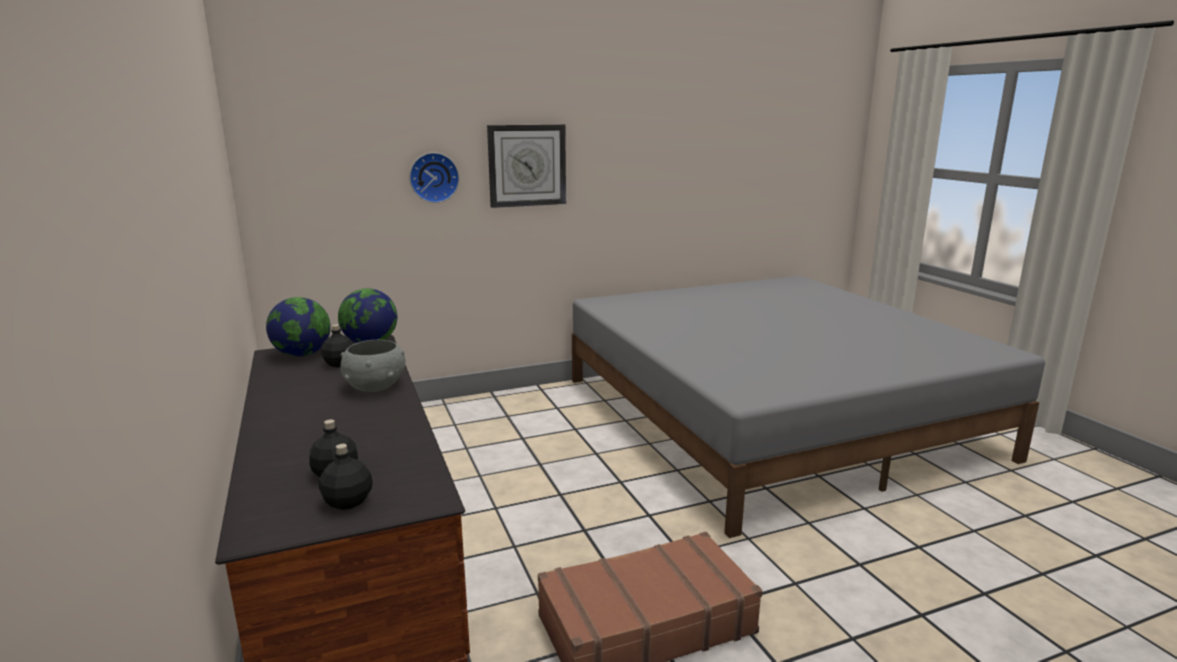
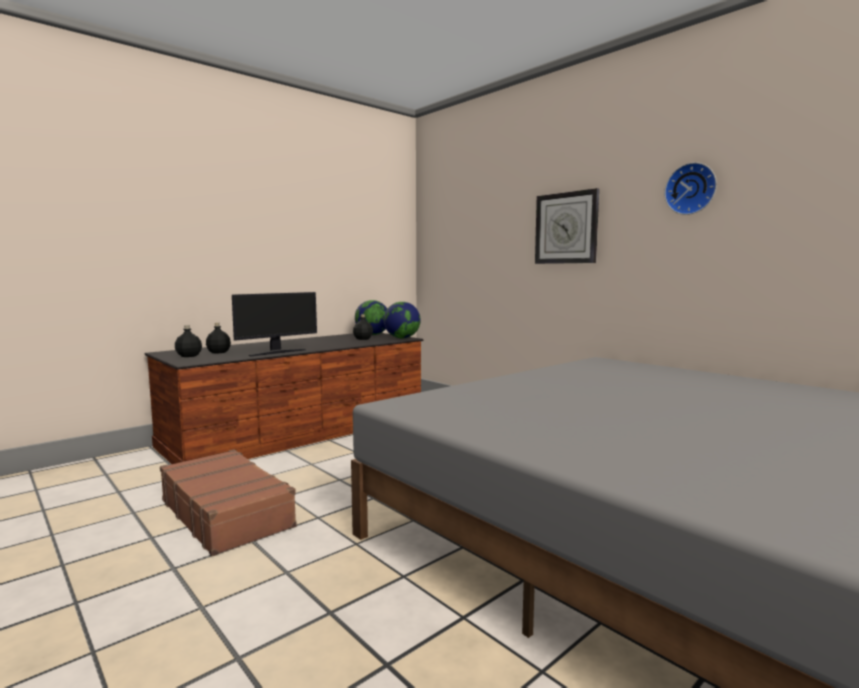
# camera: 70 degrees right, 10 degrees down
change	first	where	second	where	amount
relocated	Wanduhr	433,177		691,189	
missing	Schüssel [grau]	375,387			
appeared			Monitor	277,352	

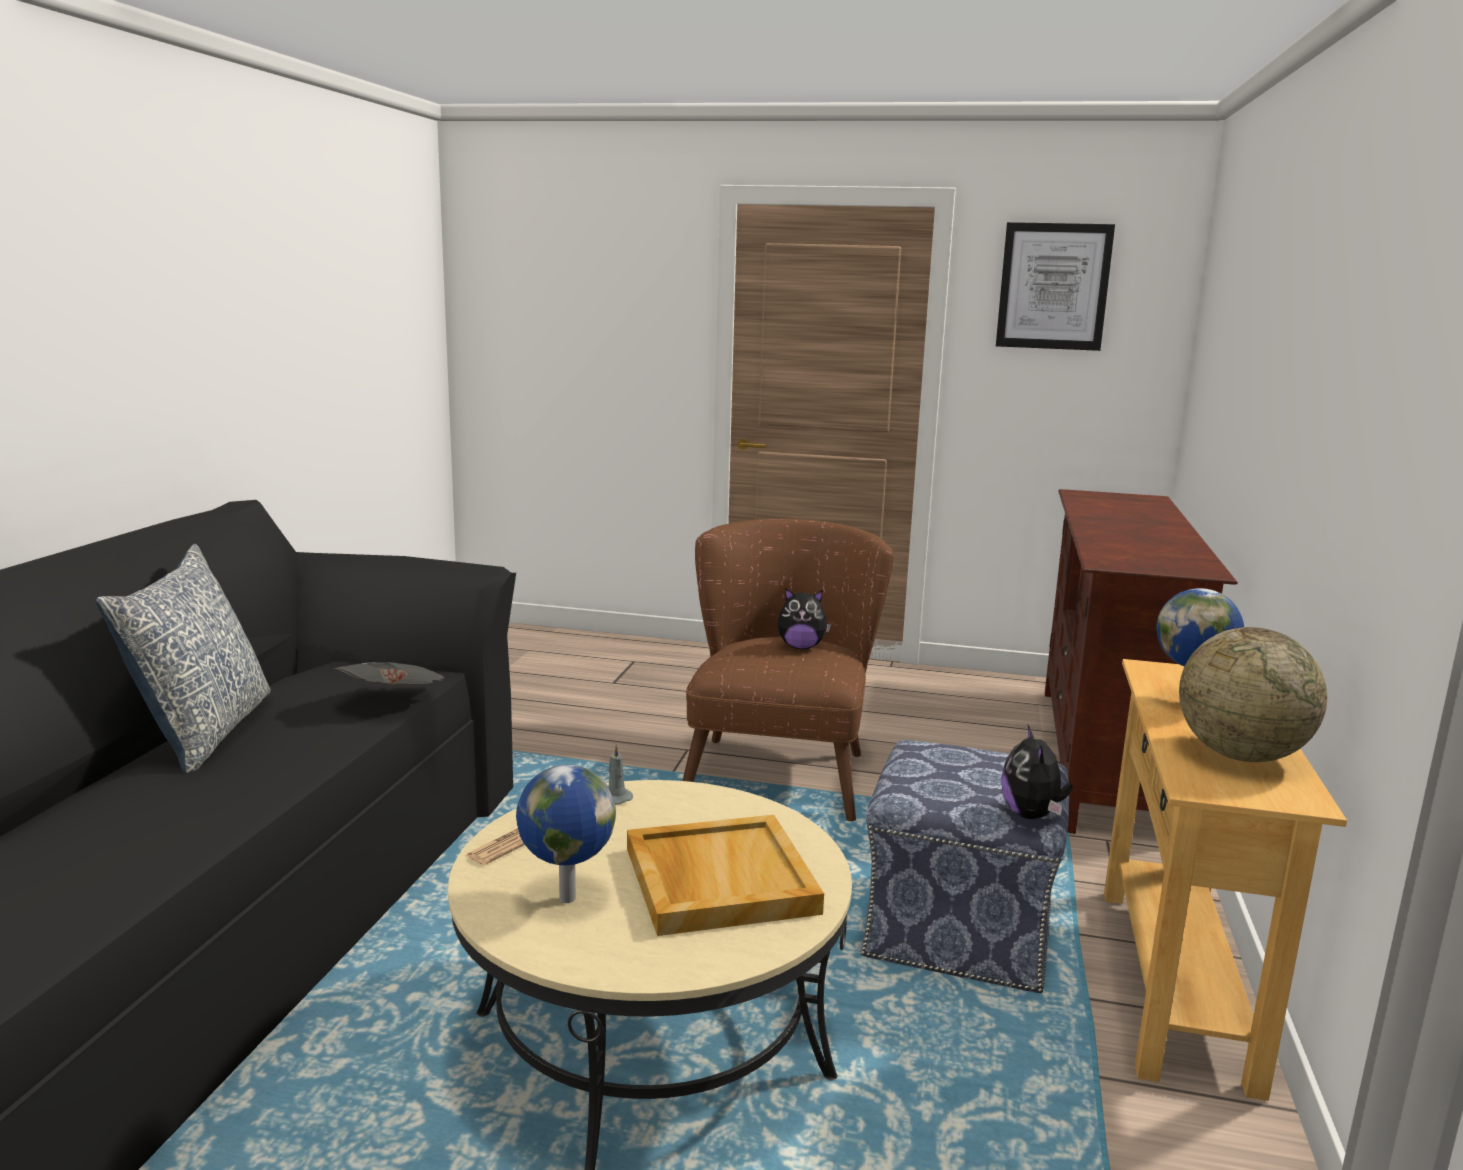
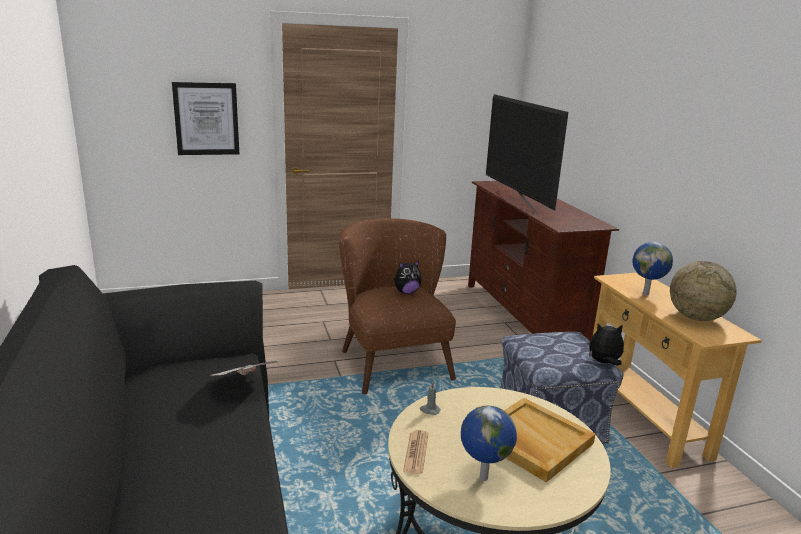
# camera: 30 degrees left, 5 degrees up
change	first	where	second	where	amount
relocated	Bild	1053,286		206,119	
missing	Kissen	203,732			
spun	Plüschtier	1032,815		604,363	120 degrees clockwise
appeared			Fernseher	517,202	

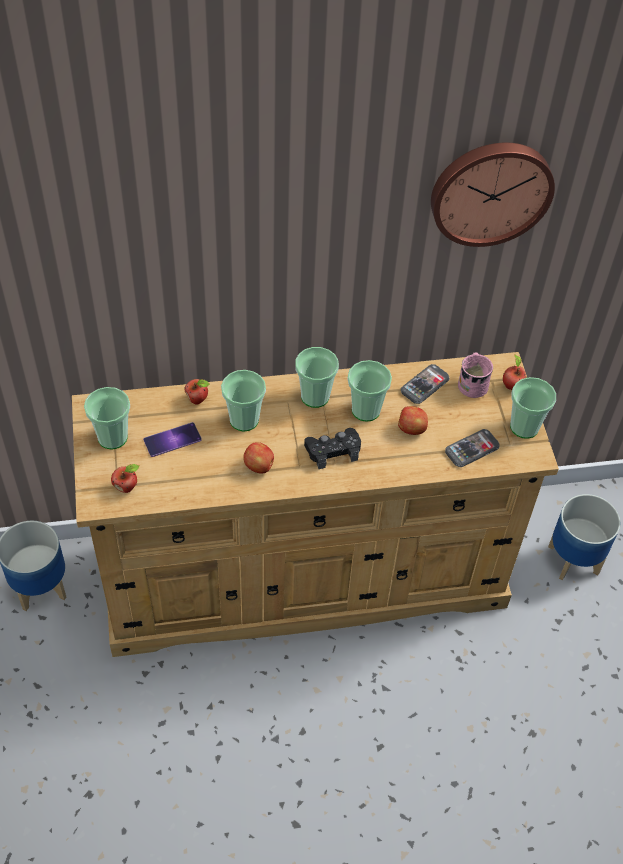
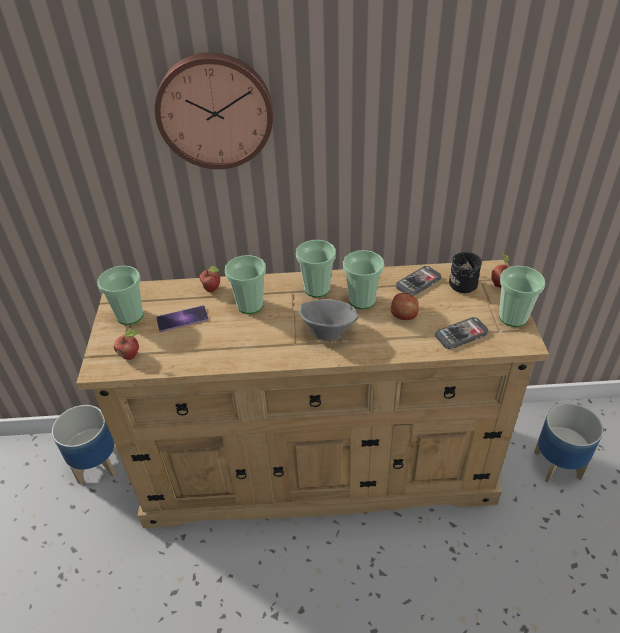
# camera: 10 degrees right, 10 degrees down
change	first	where	second	where	amount
relocated	Wanduhr	490,191		215,110	
colour	Henkelbecher [rosa]	473,383	Henkelbecher [schwarz]	463,282	
exchanged	Gamepad [schwarz]	333,451	Schüssel [grau]	327,332	
missing	Apfel	259,466			

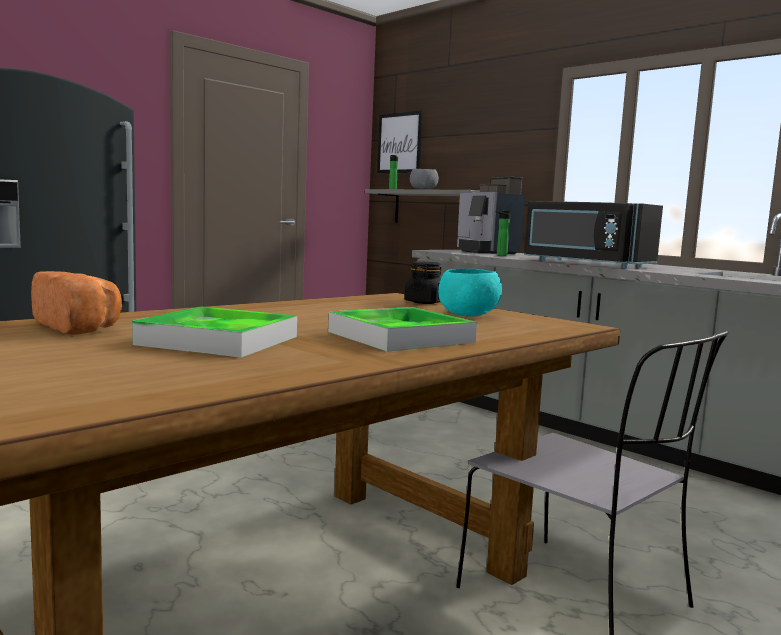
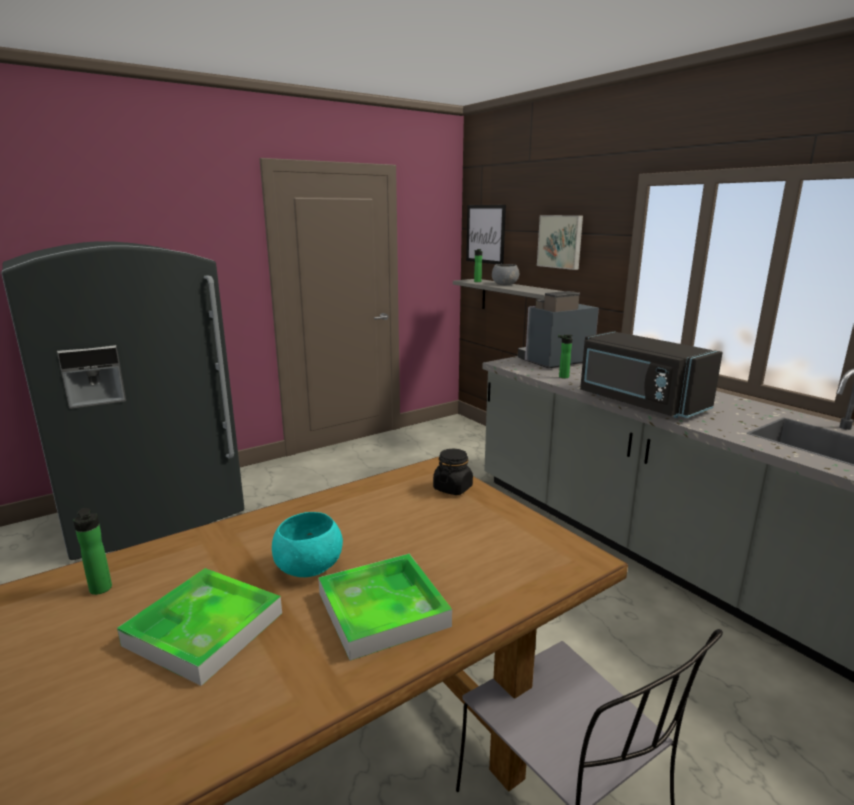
# camera: 10 degrees right, 10 degrees up
change	first	where	second	where	amount
spun	Kaffeemaschine	485,252		554,361	75 degrees clockwise
relocated	Schüssel [türkis]	466,315		308,567	
exchanged	Brot	80,327	Flasche	101,590	
appeared			Bild	560,241	

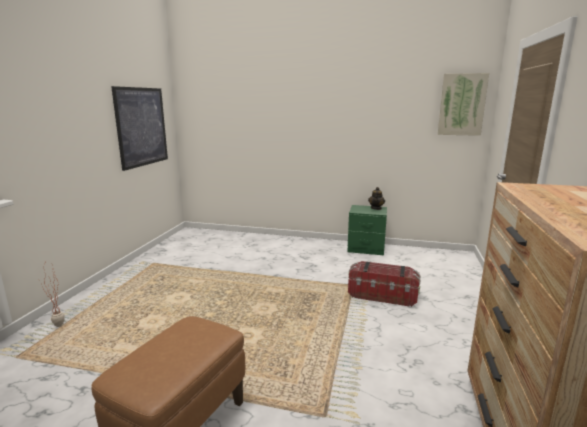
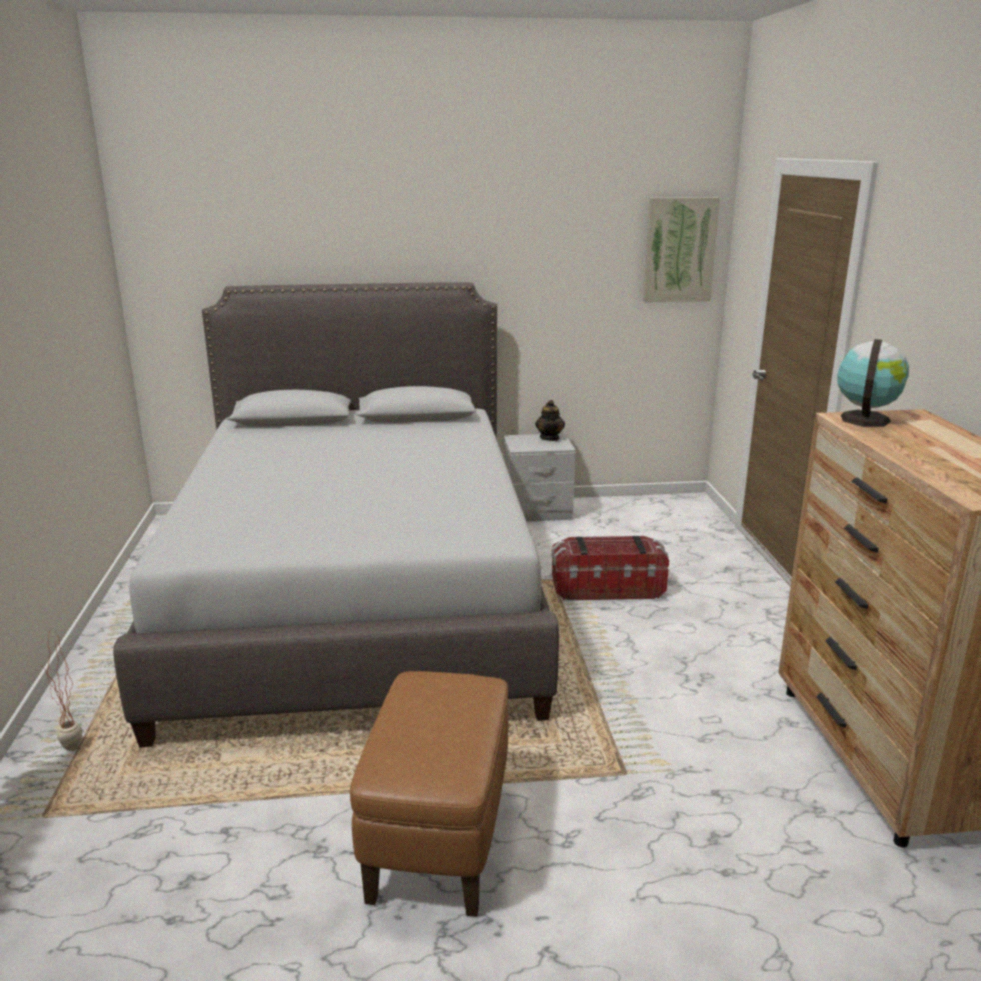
# camera: 20 degrees left, 5 degrees up
change	first	where	second	where	amount
missing	Bild	142,127			
colour	Nachttisch [grün]	366,248	Nachttisch [grau]	537,511	
appeared			Bett [grau]	358,596	
appeared			Globus	864,419	

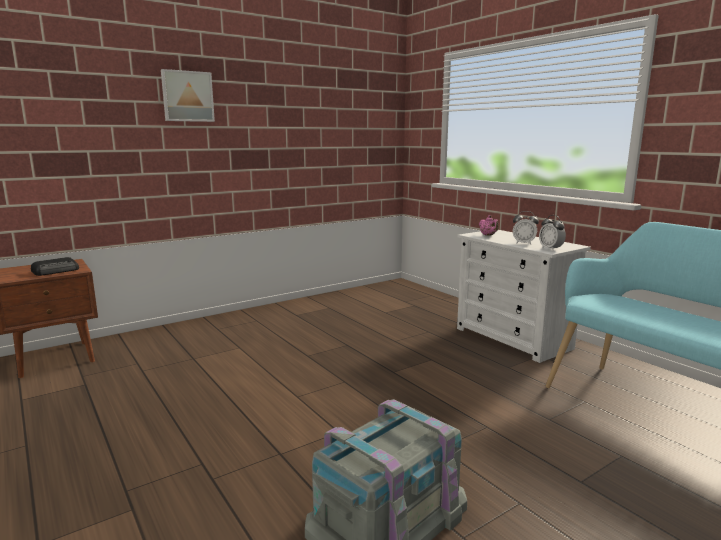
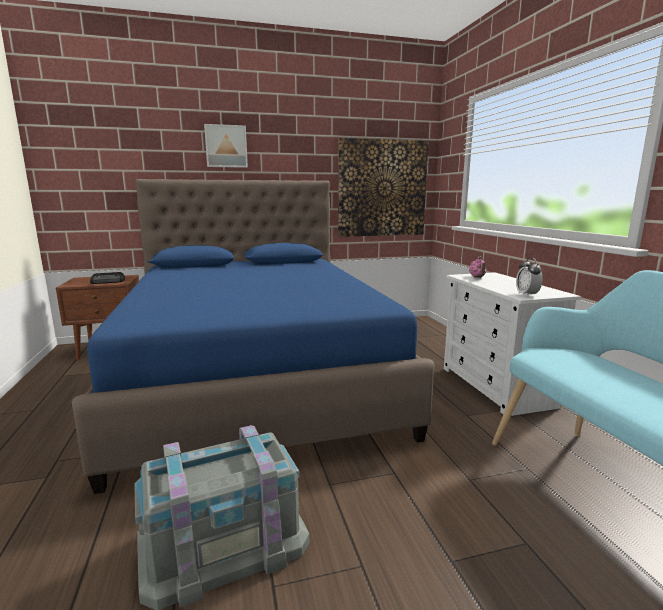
# camera: 20 degrees right, 0 degrees up
change	first	where	second	where	amount
missing	Wecker	523,243			
appeared			Bild	382,188	
appeared			Bett [blau]	256,376	

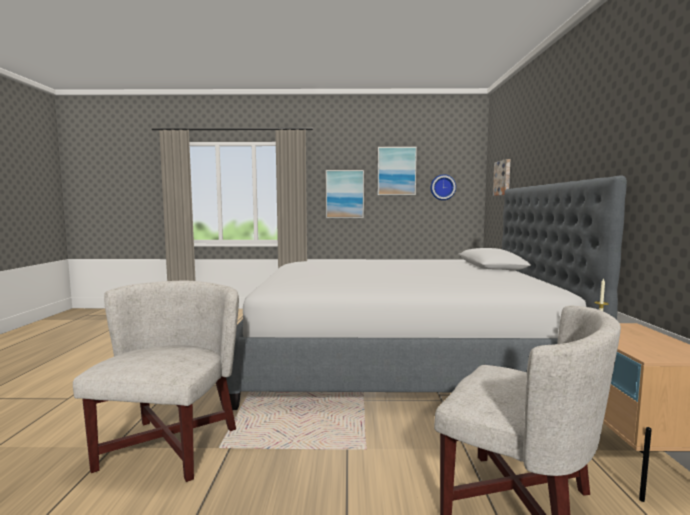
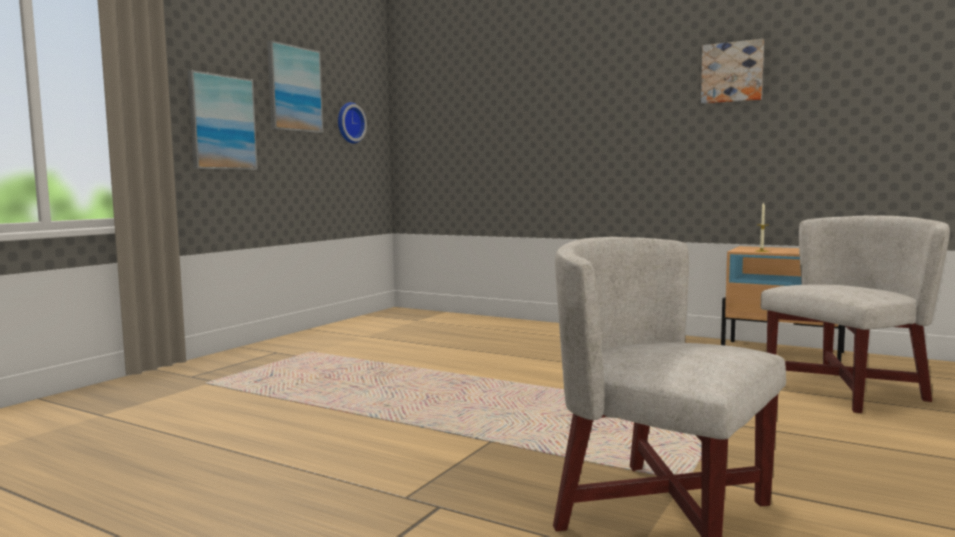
# camera: 60 degrees left, 0 degrees up
change	first	where	second	where	amount
relocated	Bild	503,178		732,72	
missing	Bett	400,361			

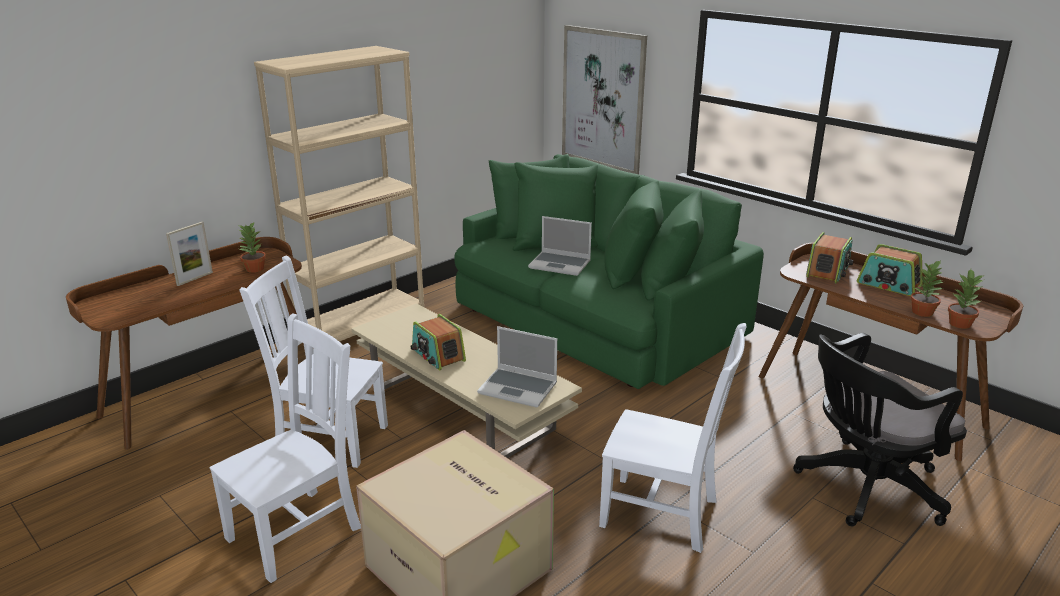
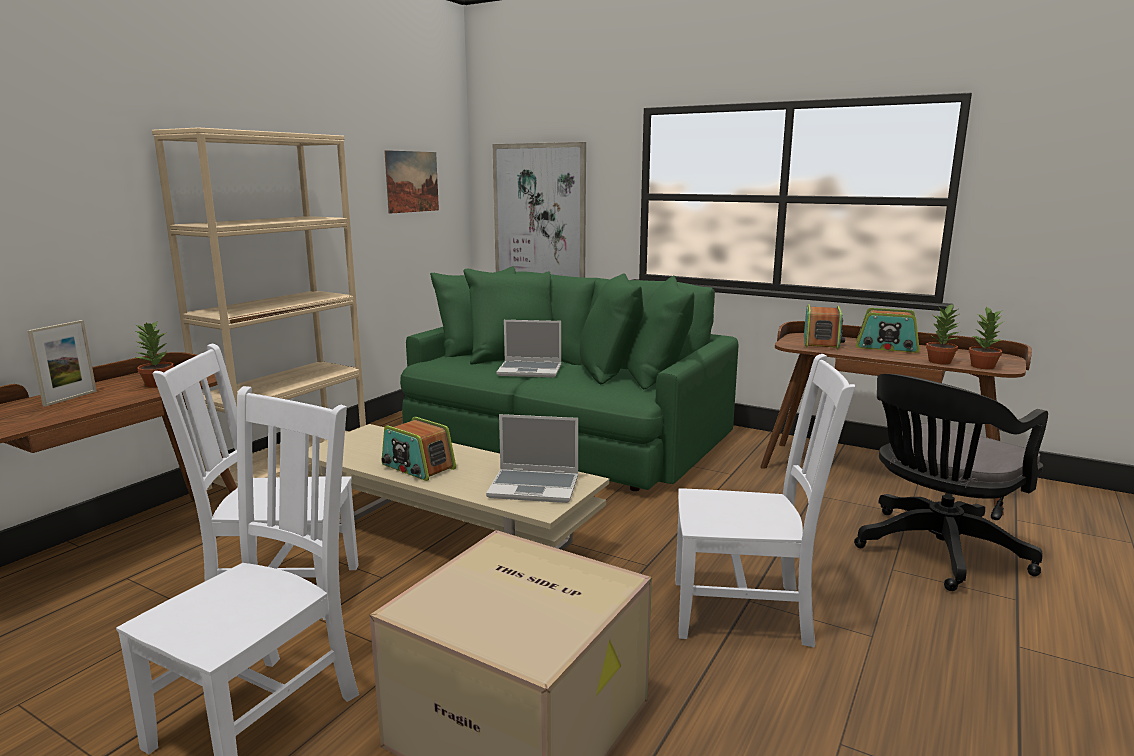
# camera: 15 degrees left, 10 degrees down
change	first	where	second	where	amount
appeared			Bild	412,181	

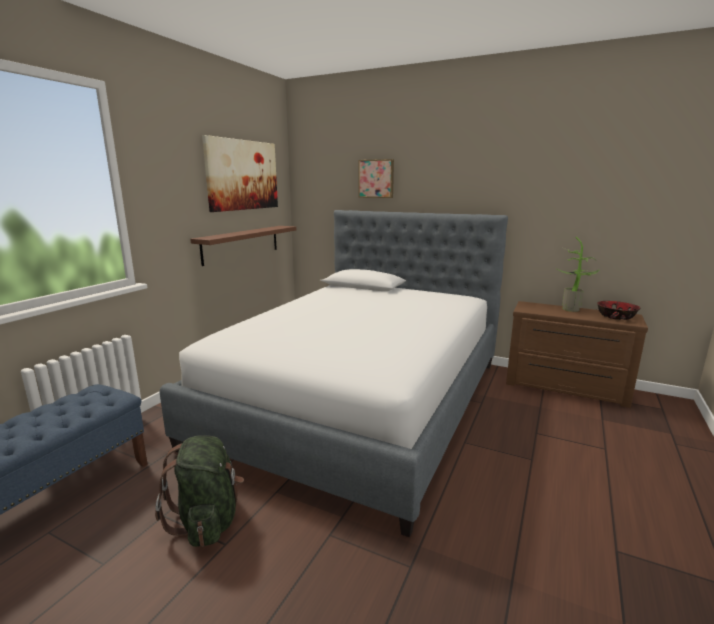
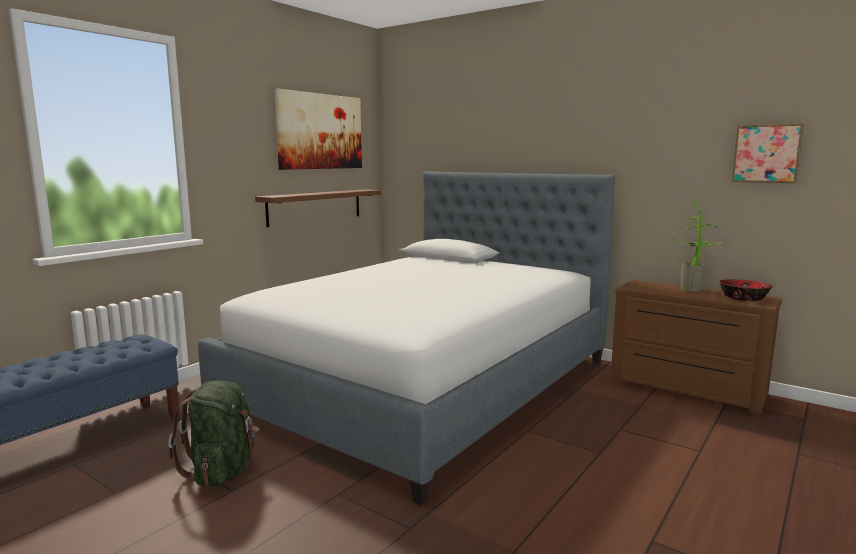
# camera: 10 degrees right, 5 degrees down
change	first	where	second	where	amount
relocated	Bild	376,178		766,153	

